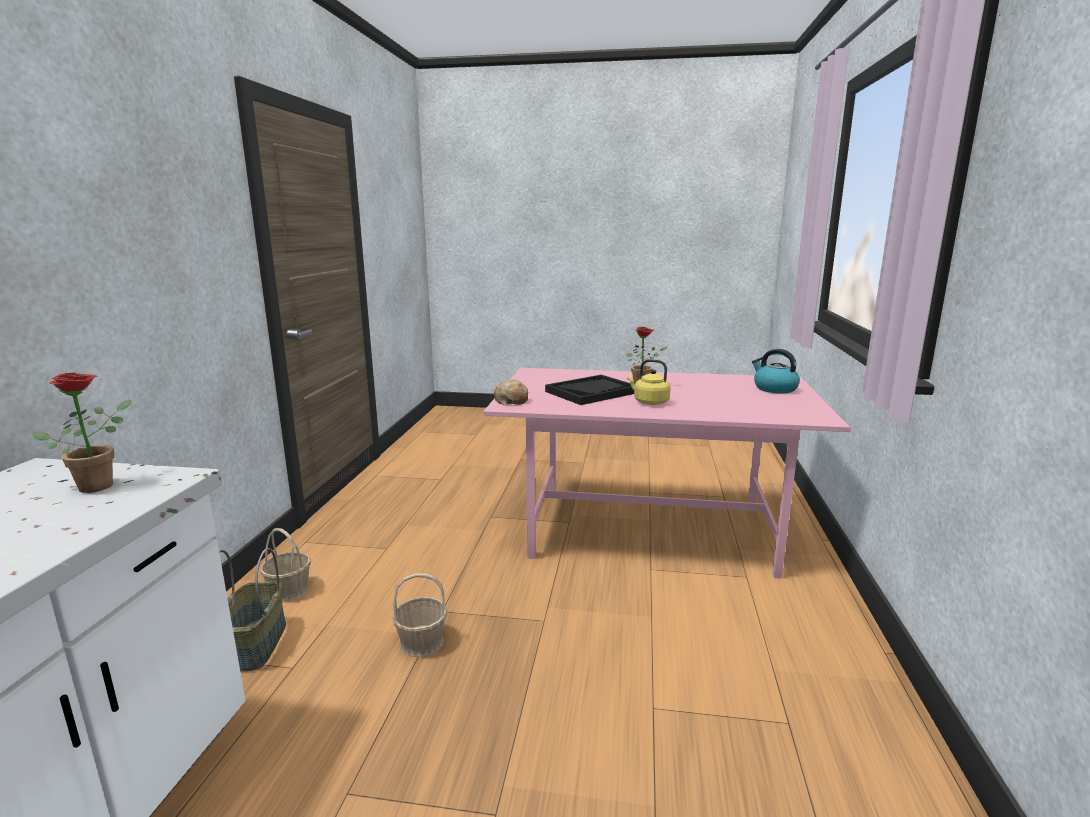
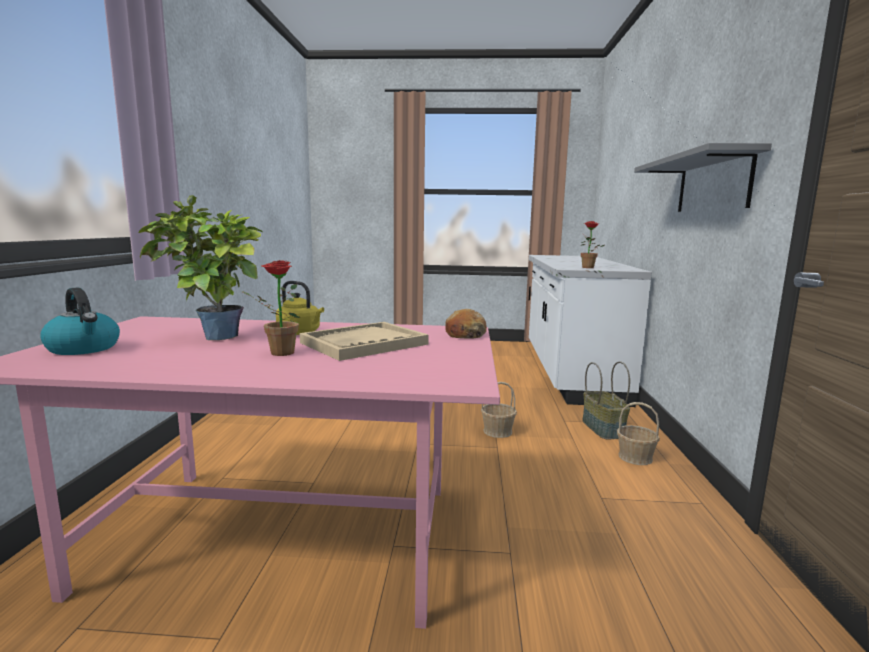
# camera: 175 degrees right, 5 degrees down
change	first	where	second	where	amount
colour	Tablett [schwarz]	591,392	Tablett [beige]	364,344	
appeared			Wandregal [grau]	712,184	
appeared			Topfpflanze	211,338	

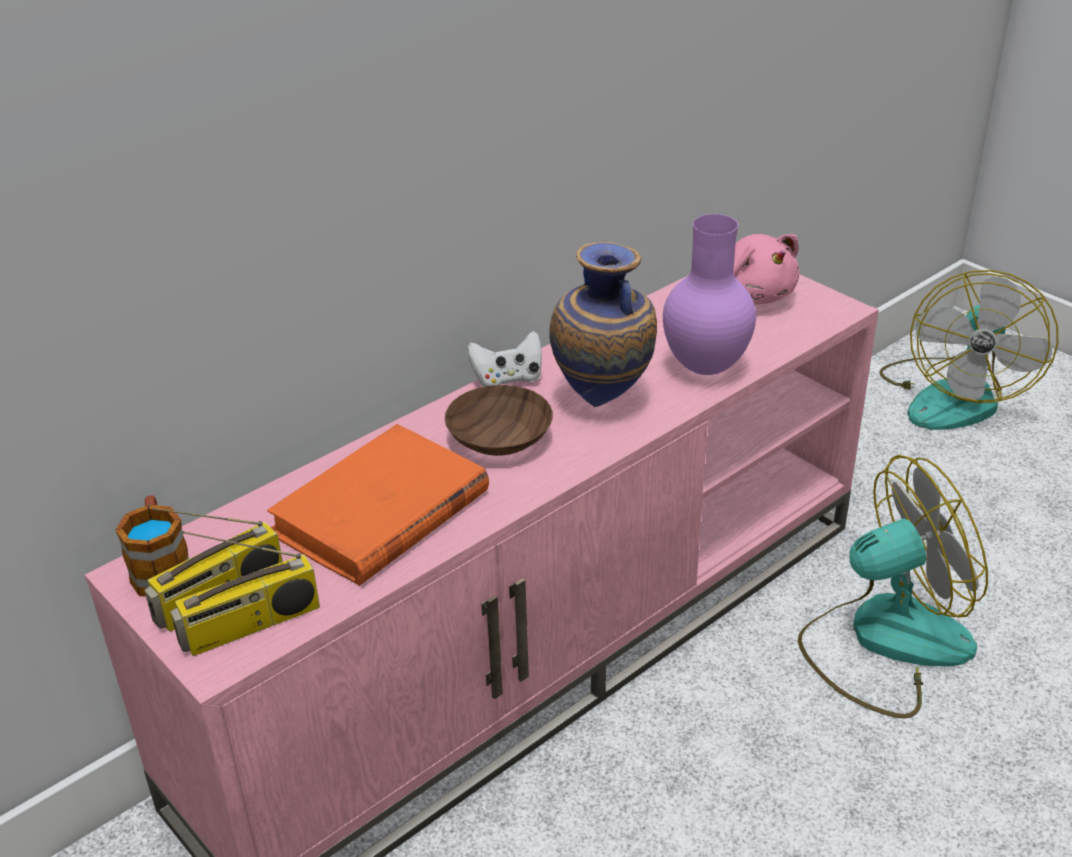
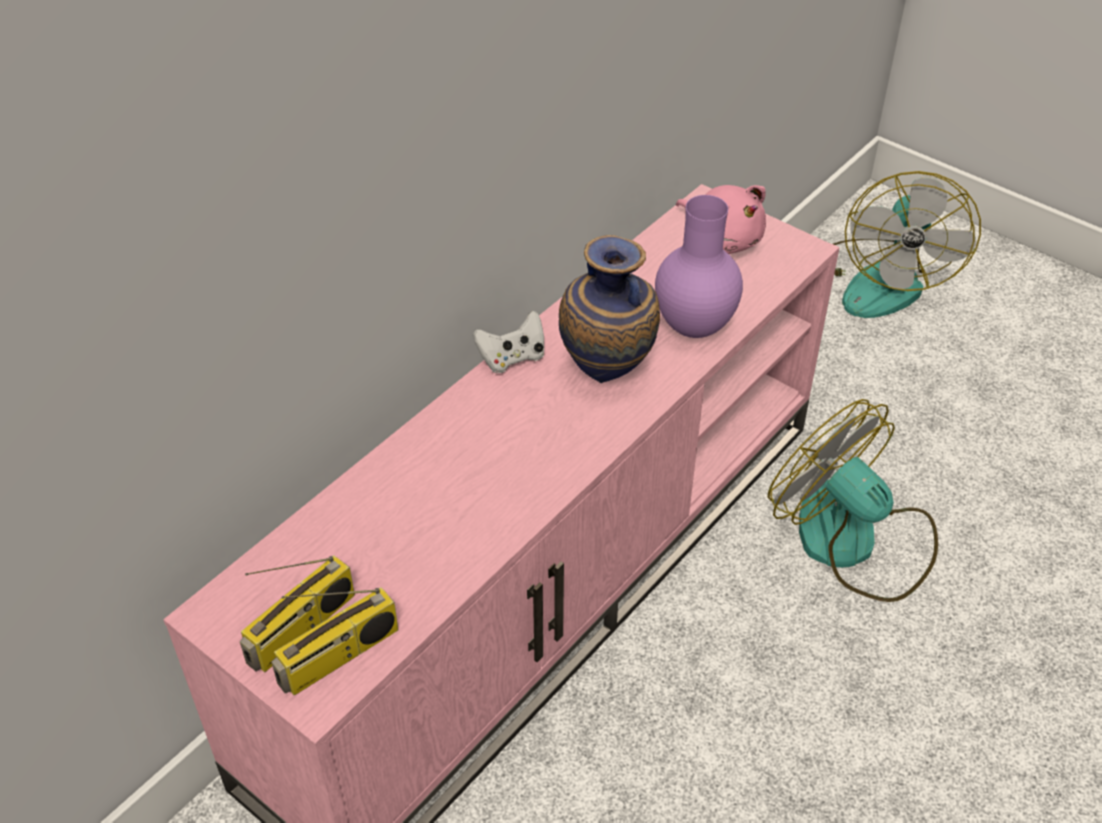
# camera: 10 degrees left, 10 degrees up
change	first	where	second	where	amount
missing	Schüssel [braun]	498,439			
missing	Buch [orange]	380,513			
spun	Ventilator	884,641		853,542	105 degrees counterclockwise
missing	Henkelbecher	161,568			

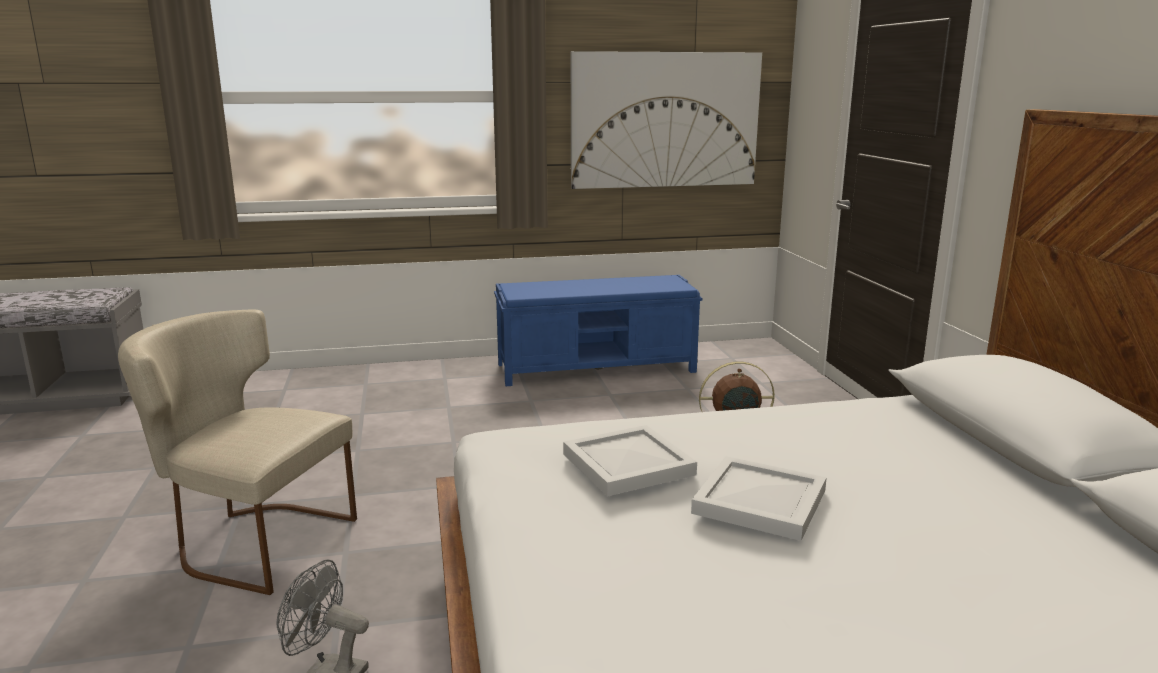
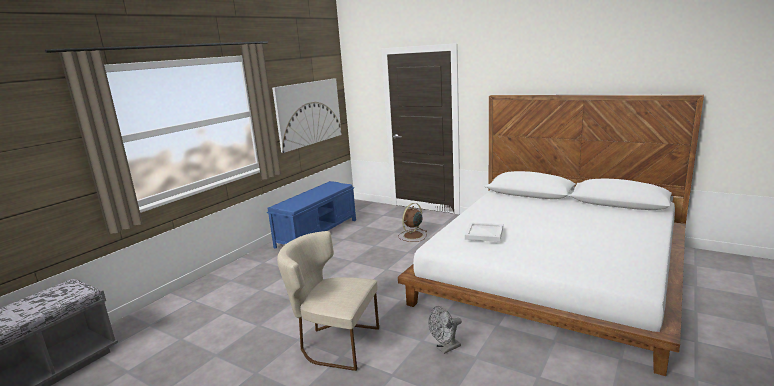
# camera: 45 degrees left, 0 degrees up
change	first	where	second	where	amount
spun	Stuhl [beige]	253,541		334,343	45 degrees clockwise
missing	Tablett [weiß]	757,502			

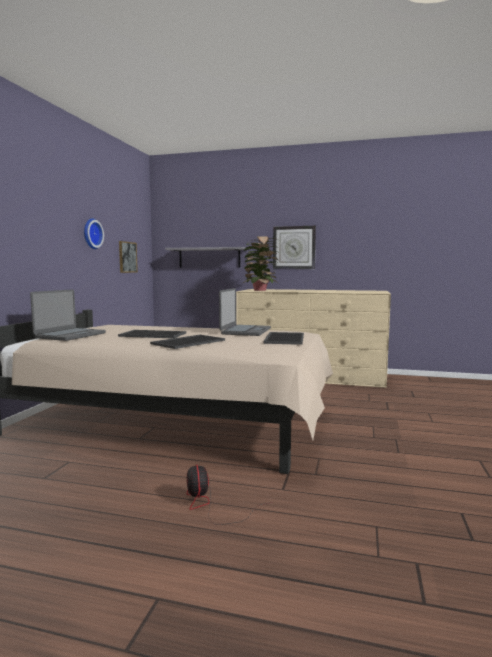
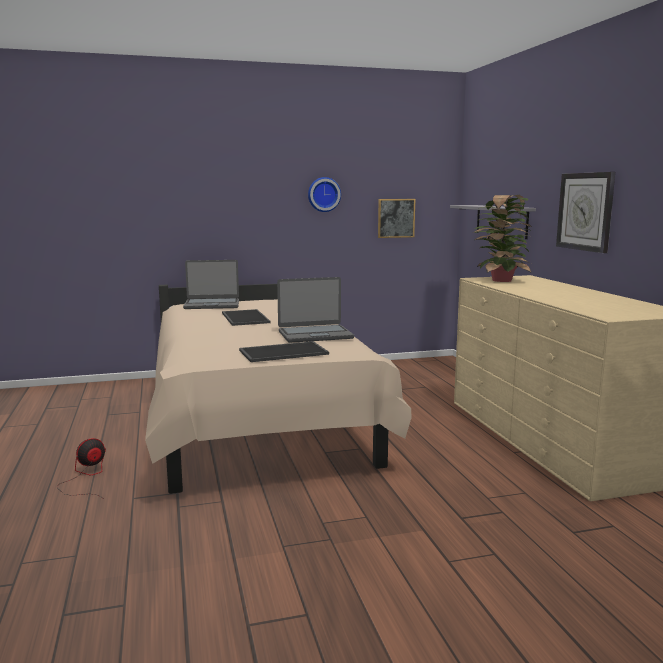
# camera: 60 degrees right, 5 degrees up
change	first	where	second	where	amount
missing	Tablett	188,342			

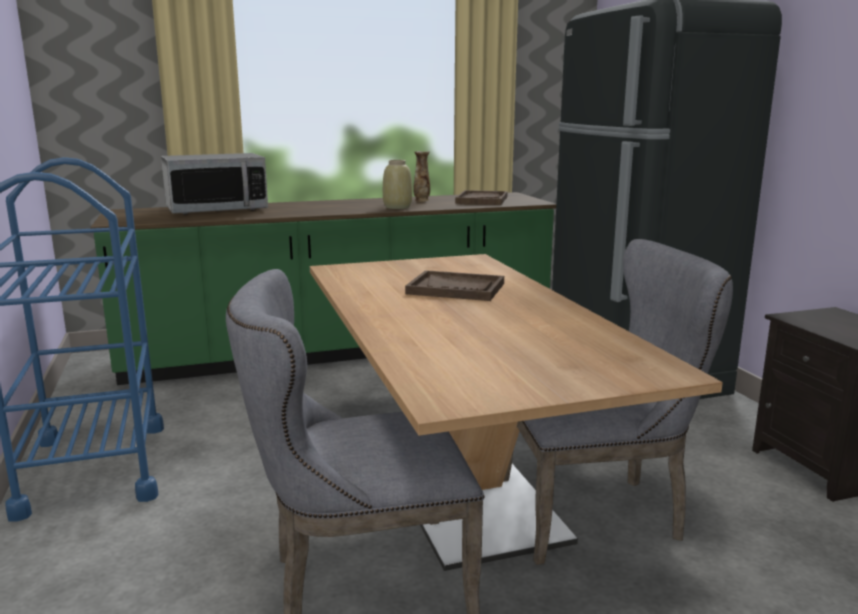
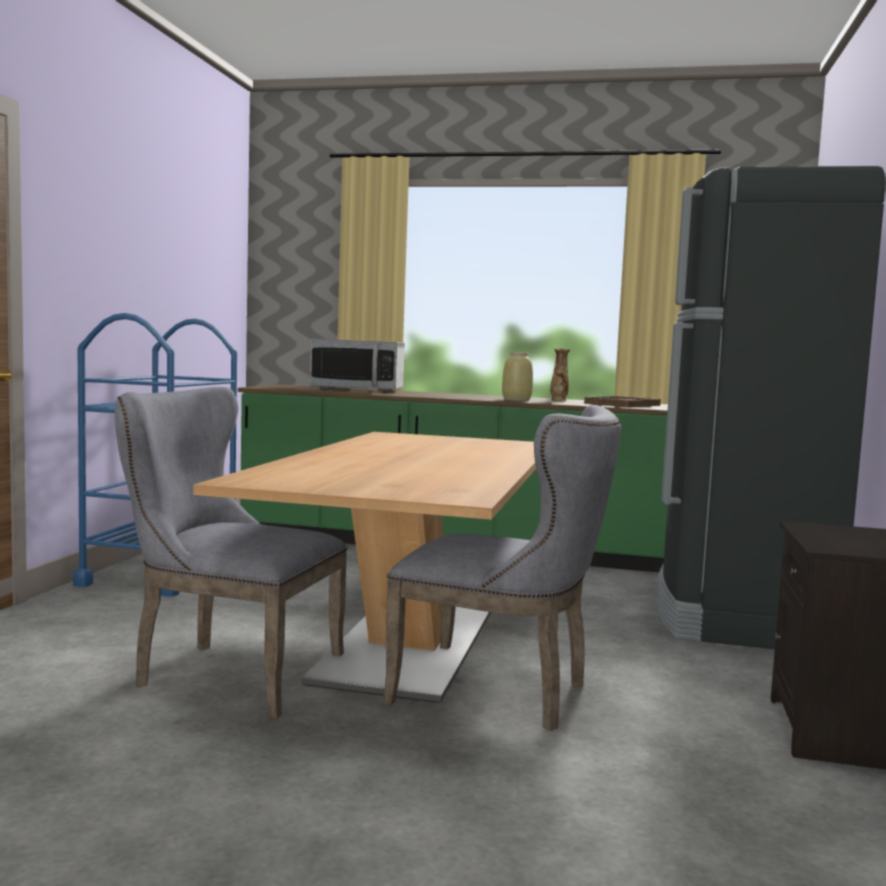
# camera: 30 degrees right, 10 degrees down
change	first	where	second	where	amount
missing	Tablett [braun]	456,289			

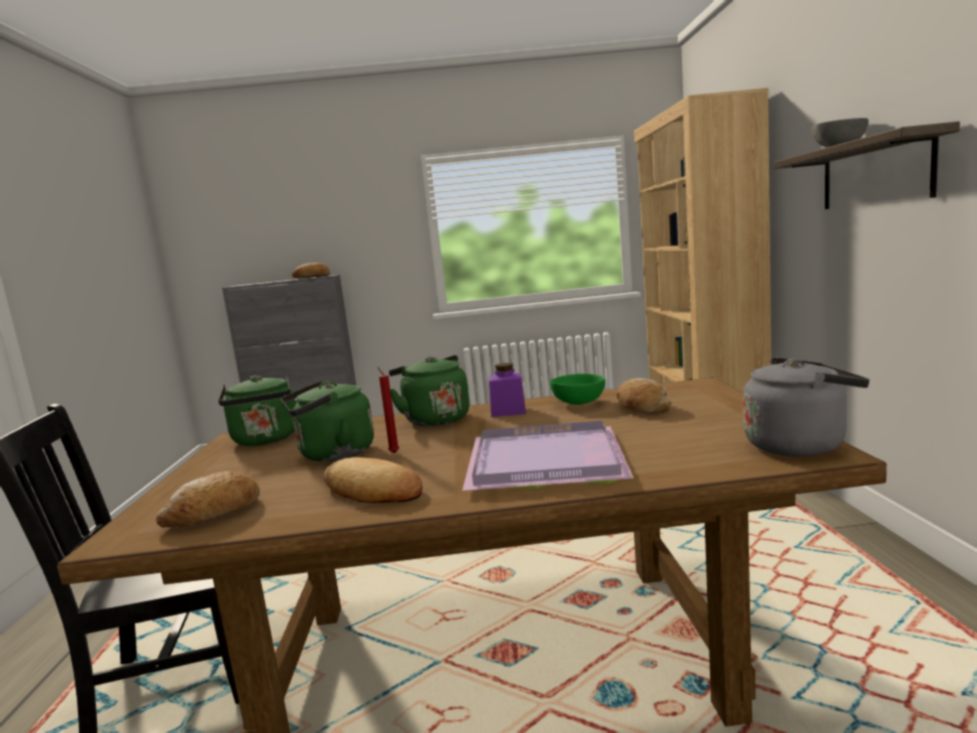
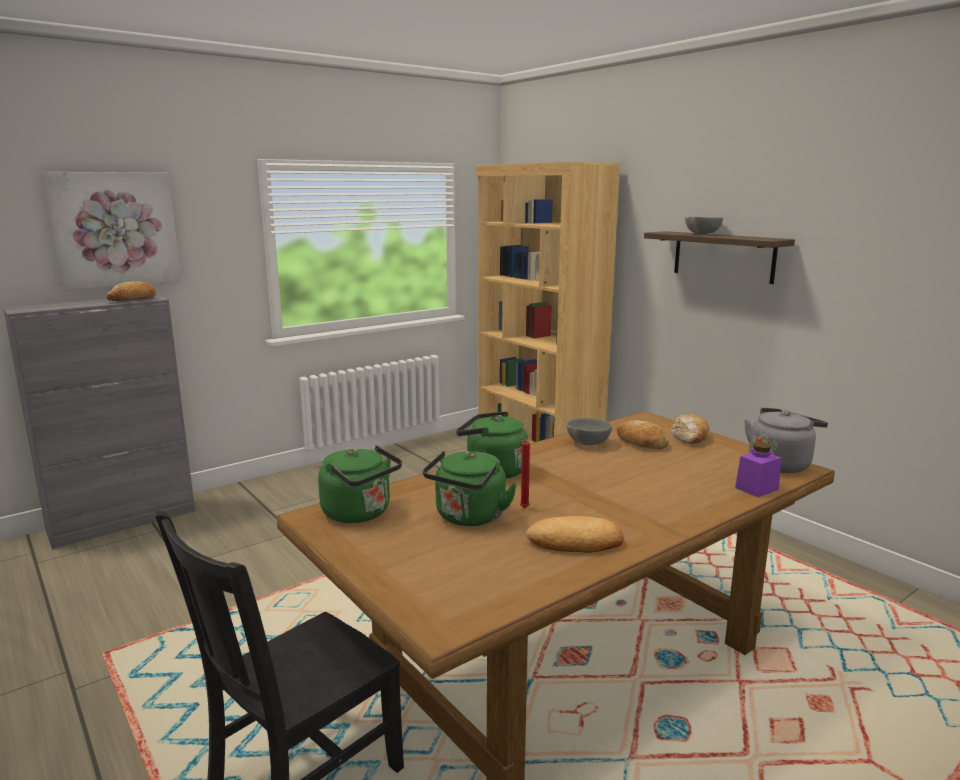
# camera: 35 degrees left, 5 degrees up
change	first	where	second	where	amount
relocated	Vorratsglas [lila]	508,411		756,488	
colour	Schüssel [grün]	577,403	Schüssel [grau]	586,444	
missing	Tablett [lila]	548,462			
relocated	Brot	214,513		689,437	
appeared			Bild	115,229	

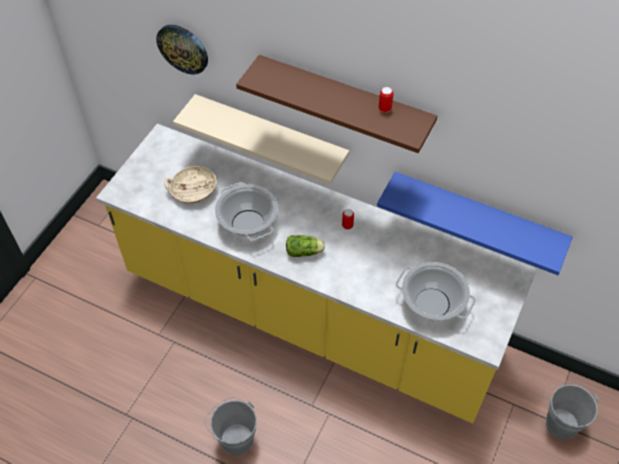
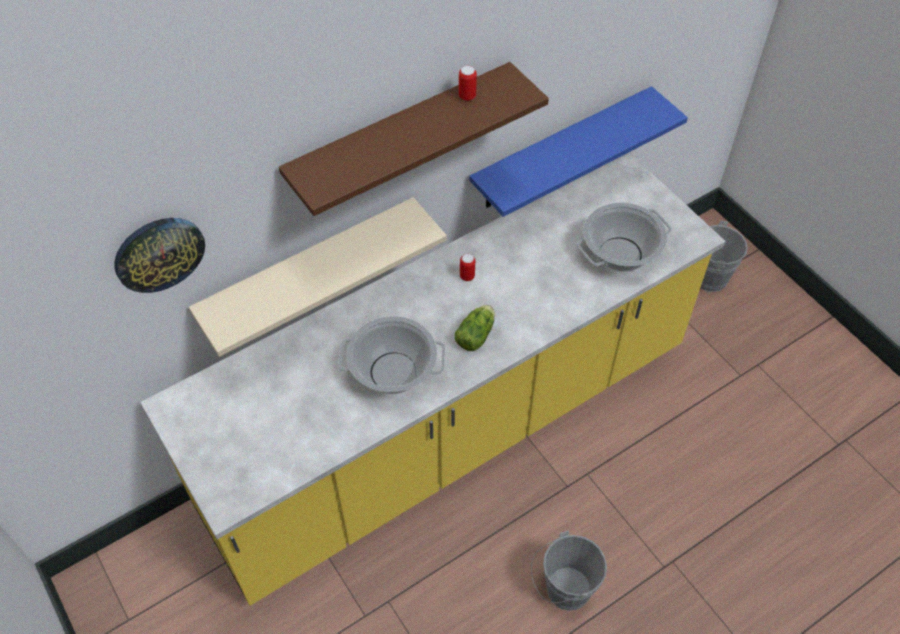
# camera: 60 degrees left, 0 degrees up
change	first	where	second	where	amount
missing	Schüssel [beige]	192,190			

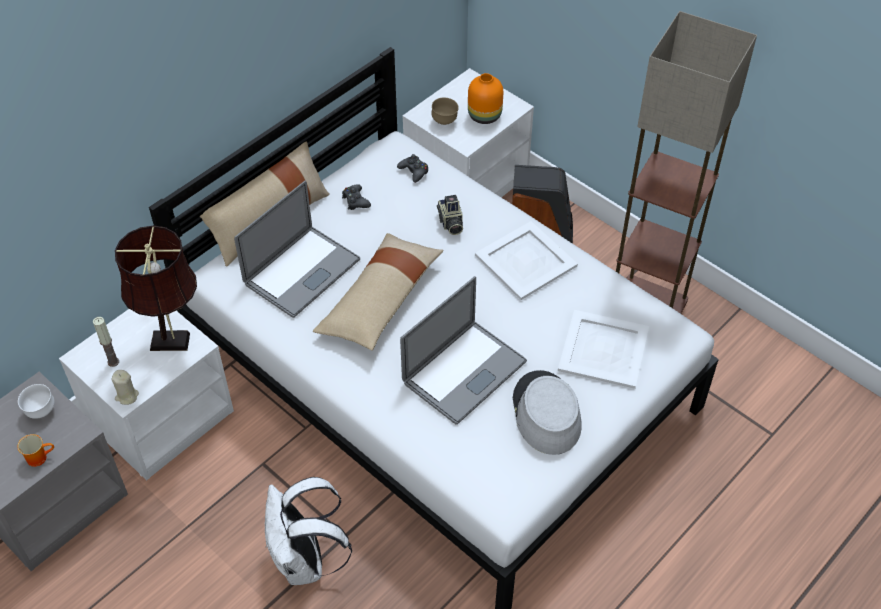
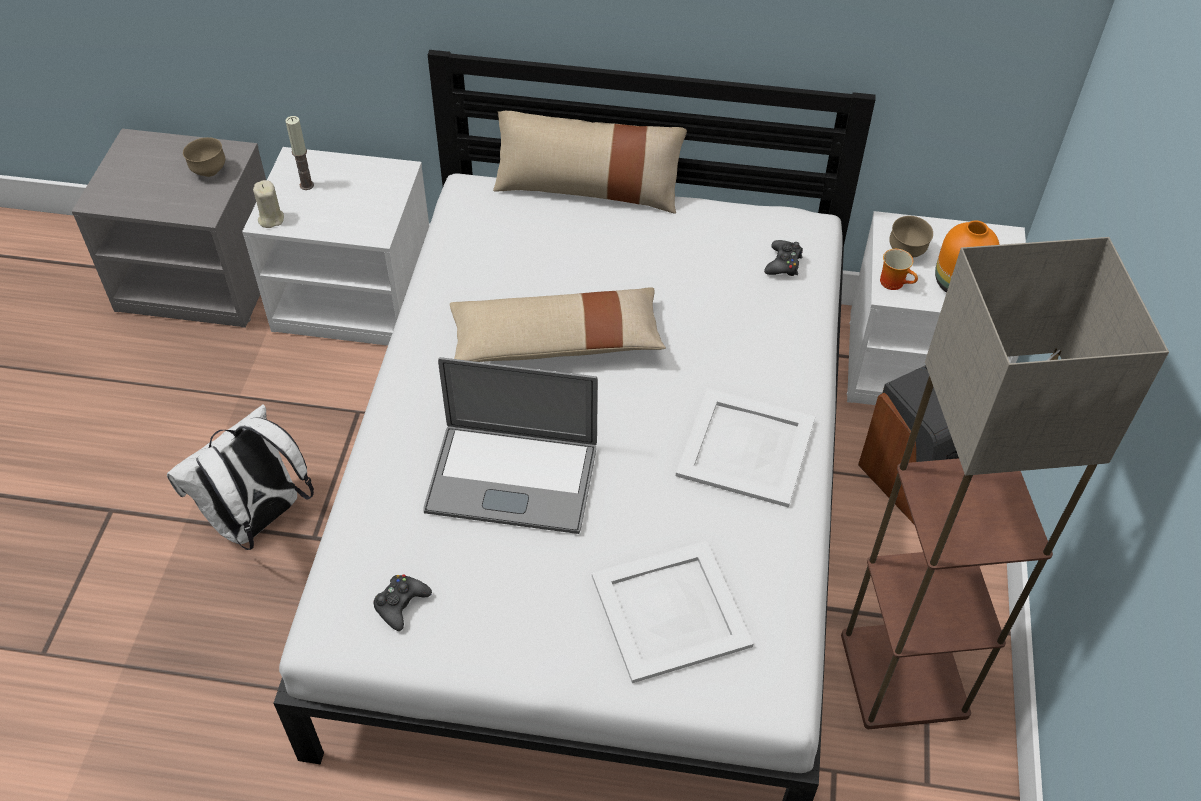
# camera: 55 degrees right, 0 degrees up
change	first	where	second	where	amount
missing	Laptop	302,271			
relocated	Gamepad [schwarz]	355,201		401,604	
missing	Kamera	450,223			
missing	Tischlampe [braun]	174,342			
missing	Hut [grau]	545,413			
colour	Schüssel [weiß]	41,411	Schüssel [braun]	209,171	
relocated	Henkelbecher	39,456		895,282	

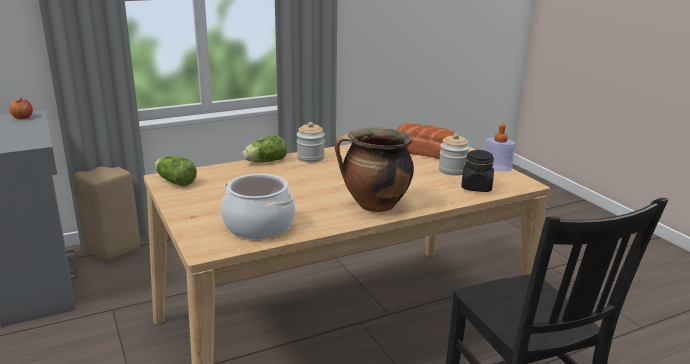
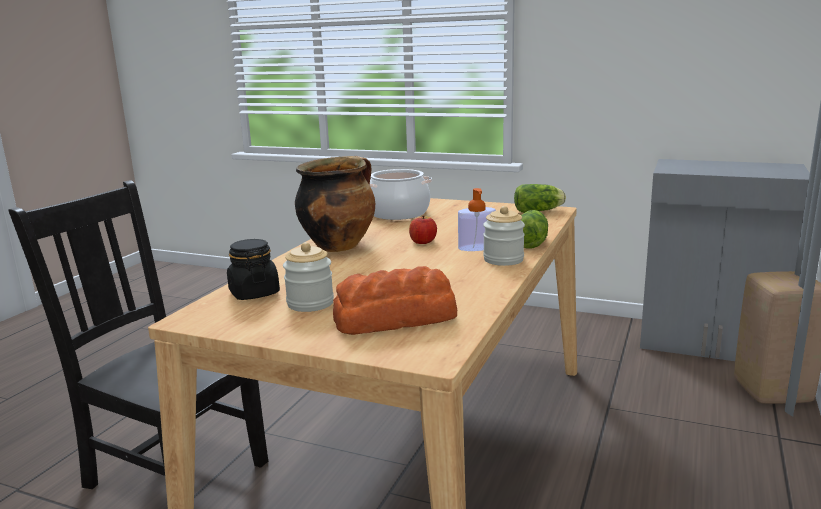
# camera: 140 degrees right, 5 degrees down
change	first	where	second	where	amount
relocated	Apfel	22,117		423,242	
relocated	Seifenspender	497,168		476,247	

